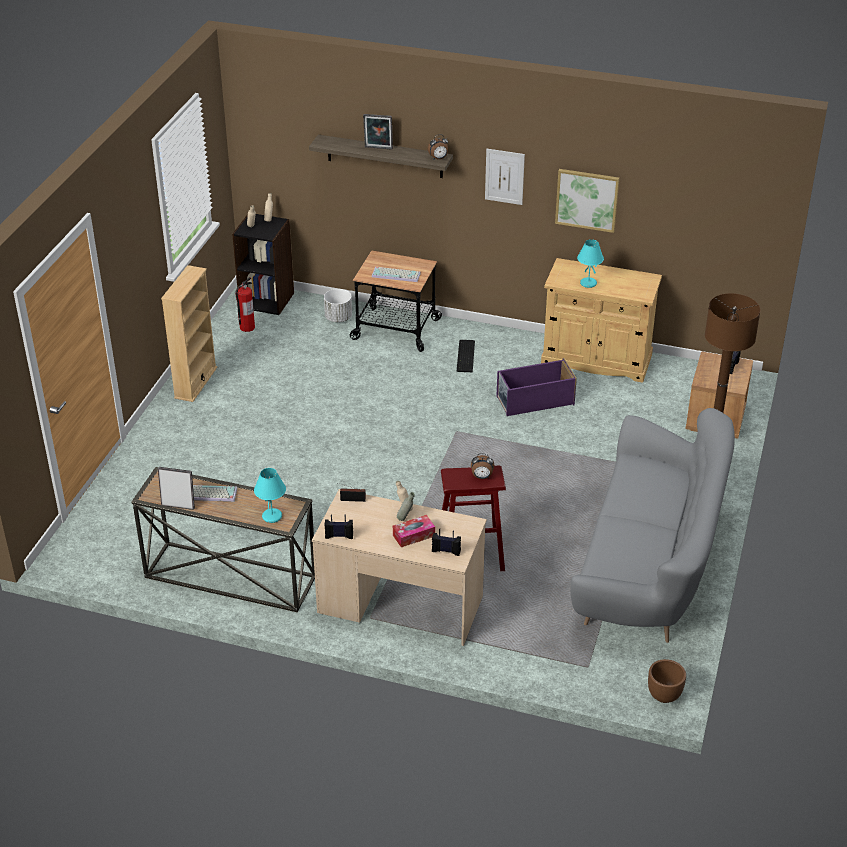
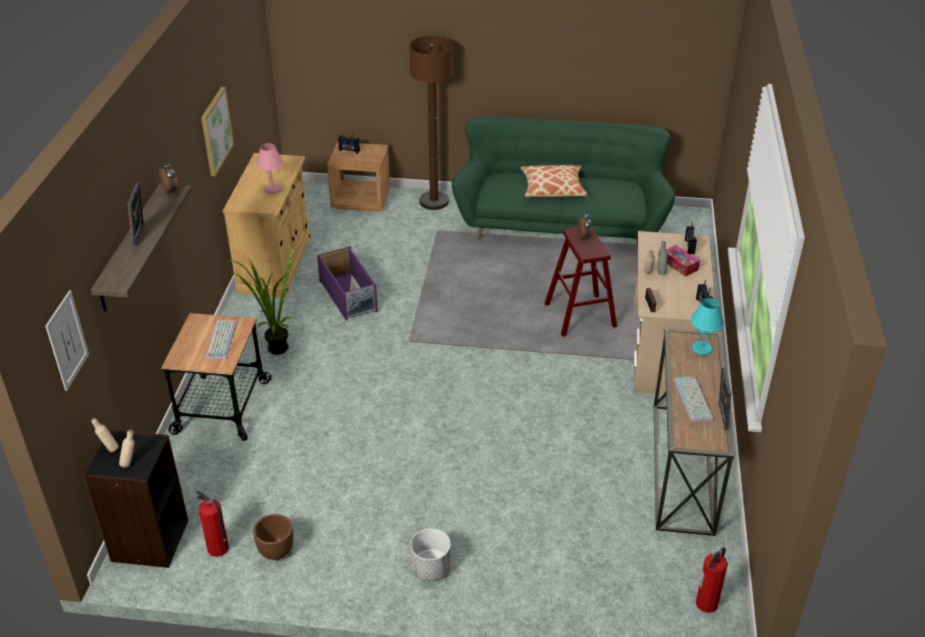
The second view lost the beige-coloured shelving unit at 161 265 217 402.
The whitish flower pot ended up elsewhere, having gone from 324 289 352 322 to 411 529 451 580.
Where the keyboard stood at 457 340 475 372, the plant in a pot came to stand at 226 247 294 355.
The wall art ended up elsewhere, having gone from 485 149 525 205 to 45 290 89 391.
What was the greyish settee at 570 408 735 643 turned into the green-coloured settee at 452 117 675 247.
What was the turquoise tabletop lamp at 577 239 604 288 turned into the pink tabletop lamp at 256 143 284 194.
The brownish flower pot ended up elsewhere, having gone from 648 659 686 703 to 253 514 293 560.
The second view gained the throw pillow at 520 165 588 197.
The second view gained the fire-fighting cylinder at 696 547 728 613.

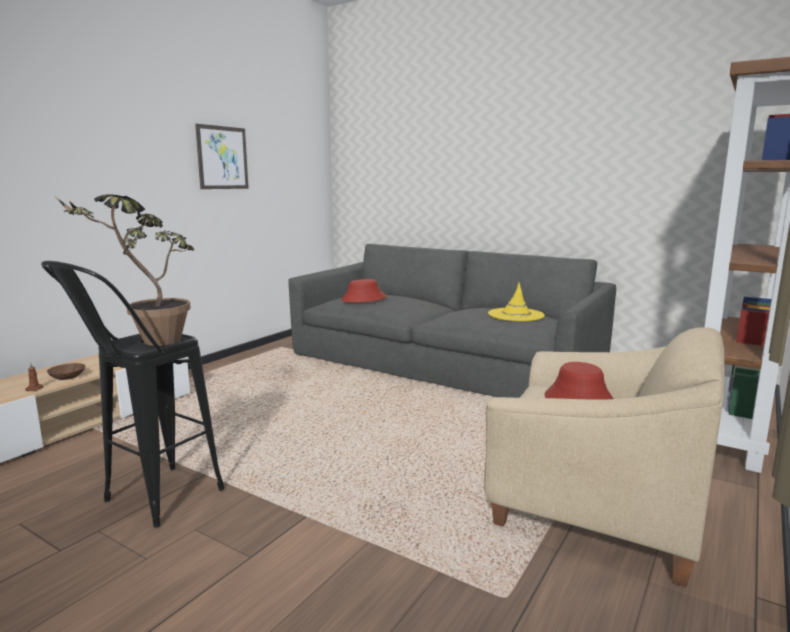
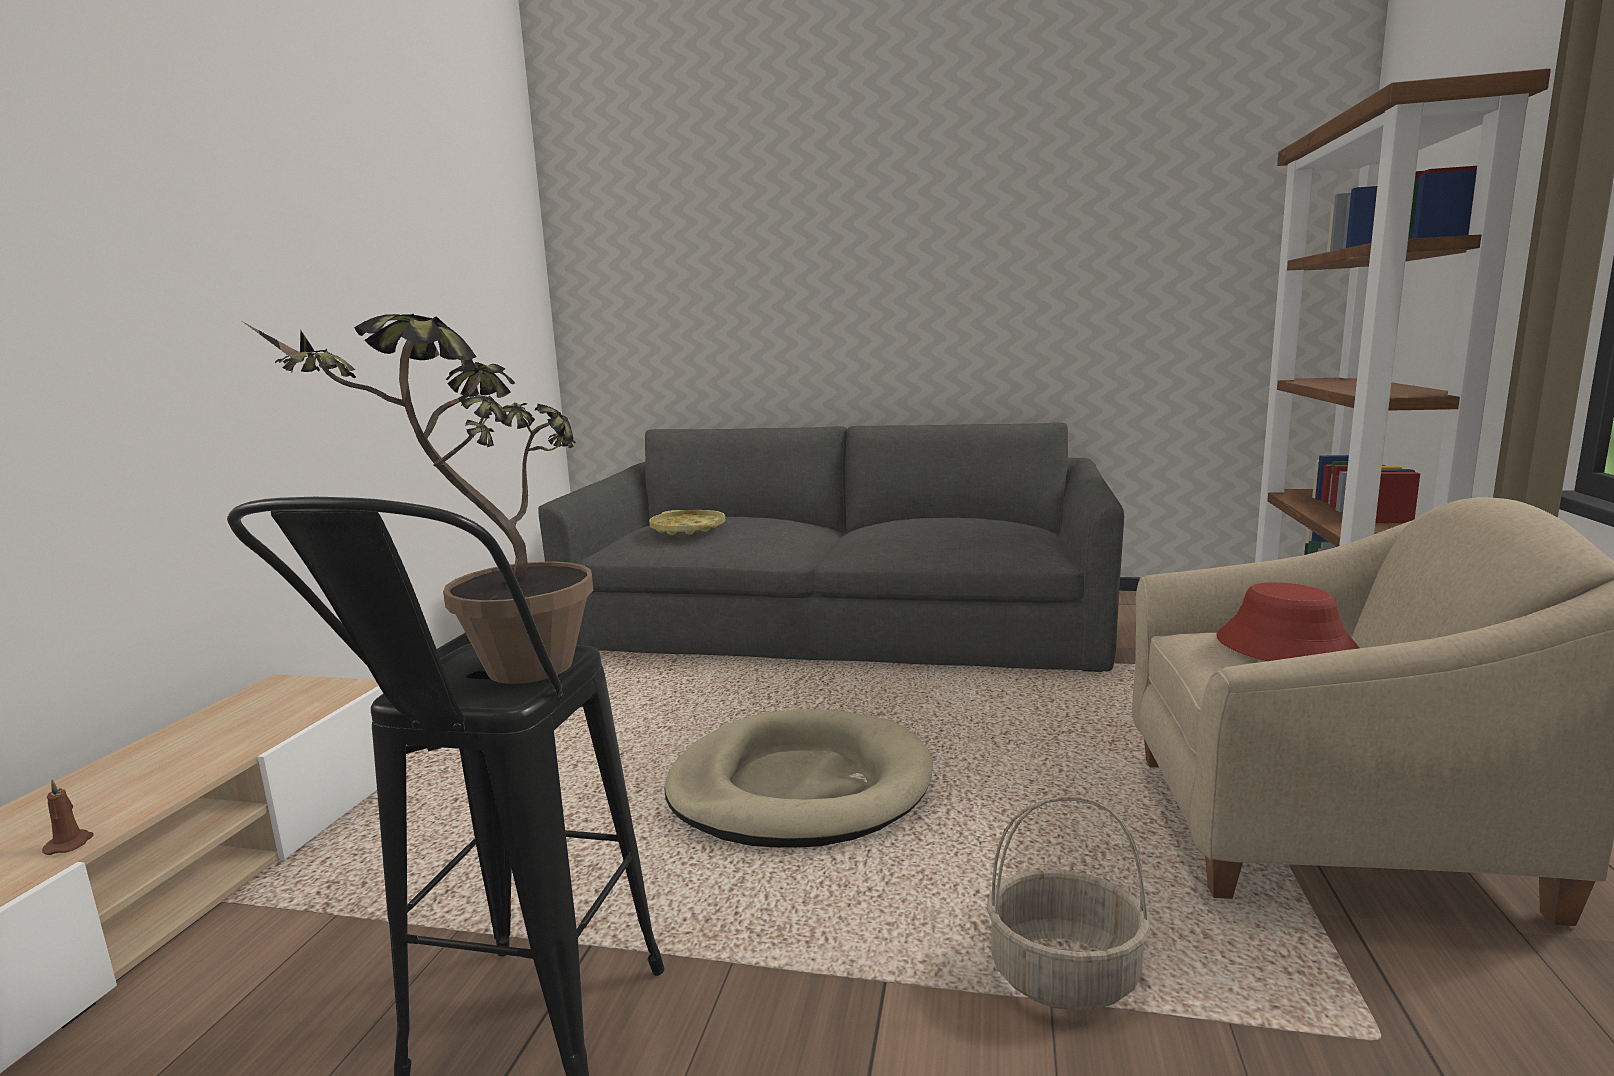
The second view lost the brownish deep dish at 47 363 86 380.
The second view lost the wall art at 195 124 249 189.
Where the reddish clothing hat stood at 341 279 387 302, the yellow-coloured serving tray came to stand at 649 510 725 535.
The second view lost the yellow-coloured clothing hat at 488 282 545 321.
The second view gained the beige-coloured pet bed at 665 709 932 848.
The second view gained the basket at 987 796 1150 1011.

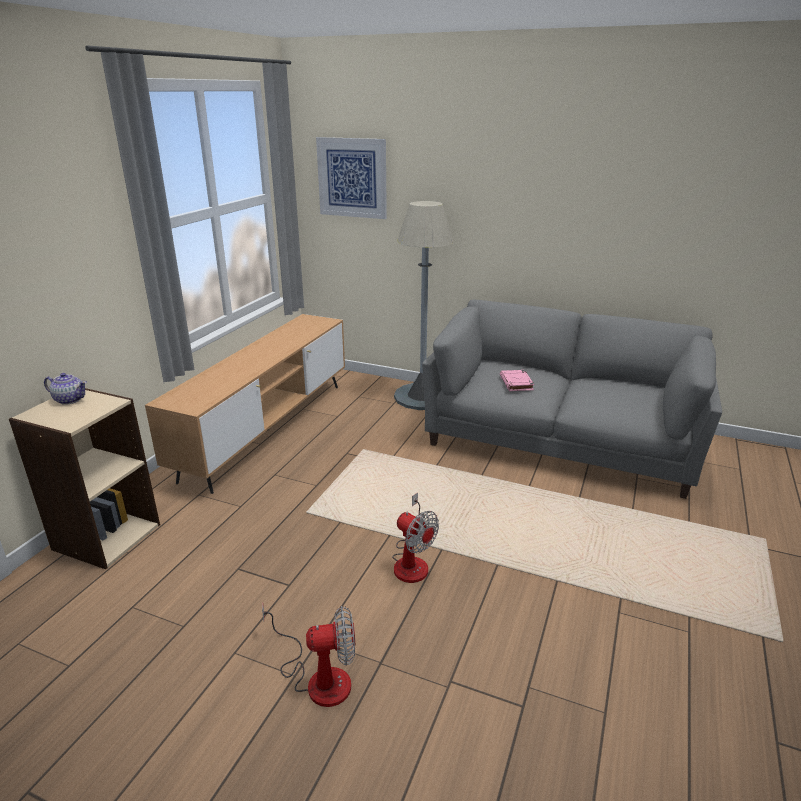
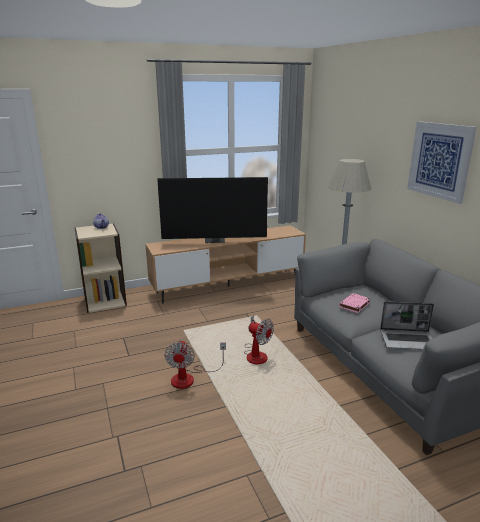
The cooling fan ended up elsewhere, having gone from 262 602 355 707 to 244 315 274 364.
The wall art ended up elsewhere, having gone from 316 137 387 219 to 407 121 477 204.
The second view gained the television at 157 177 268 243.
The second view gained the portable computer at 380 301 434 350.

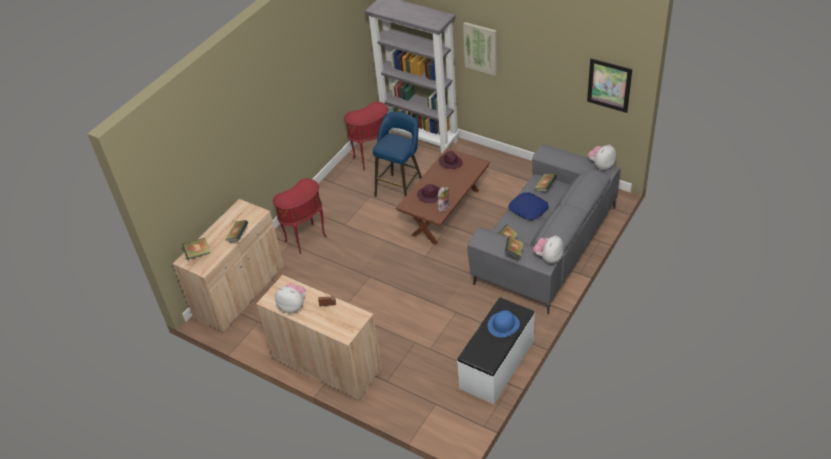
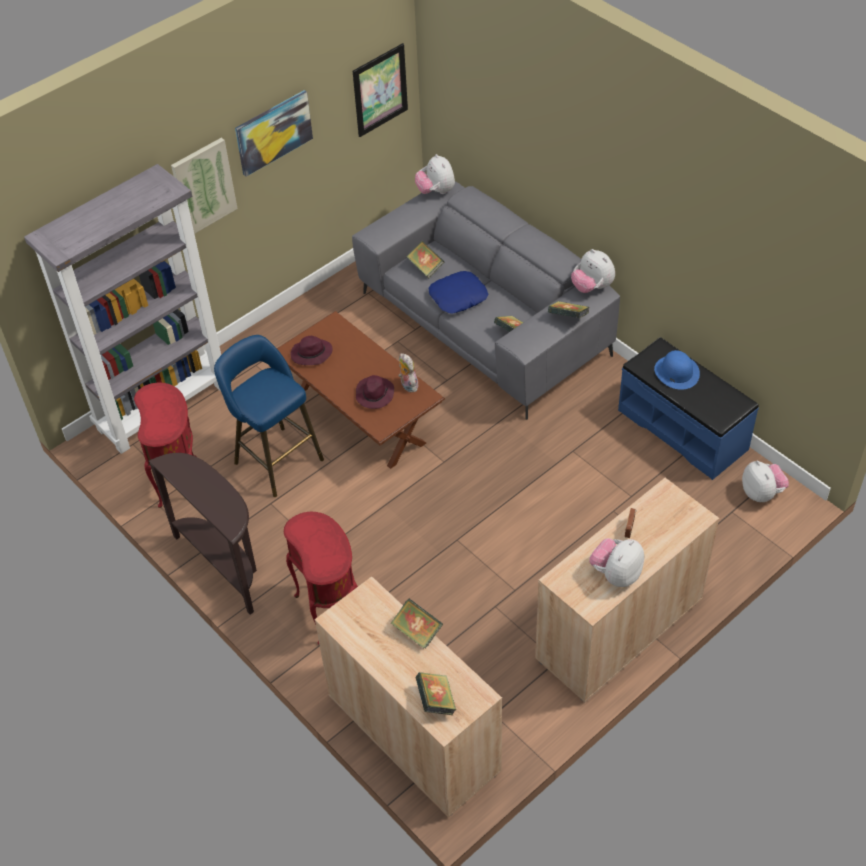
What was the whitish bench at 457 297 535 404 turned into the bluish bench at 618 337 759 480.
The second view gained the brownish console table at 148 453 257 615.
The second view gained the wall art at 235 90 313 177.
The second view gained the plush toy at 742 461 789 502.

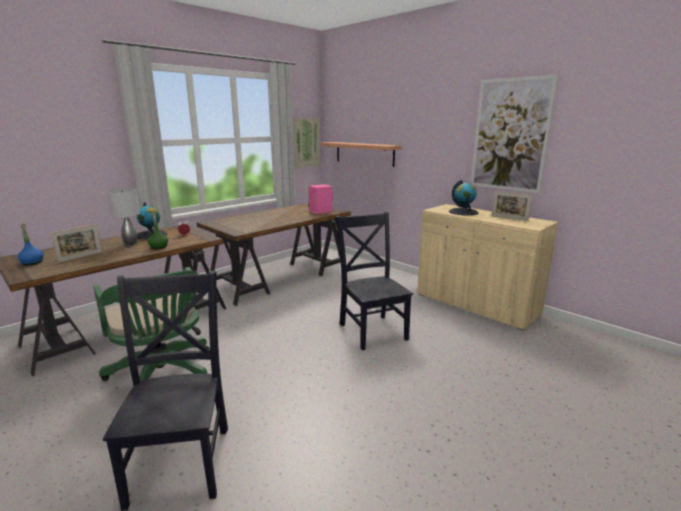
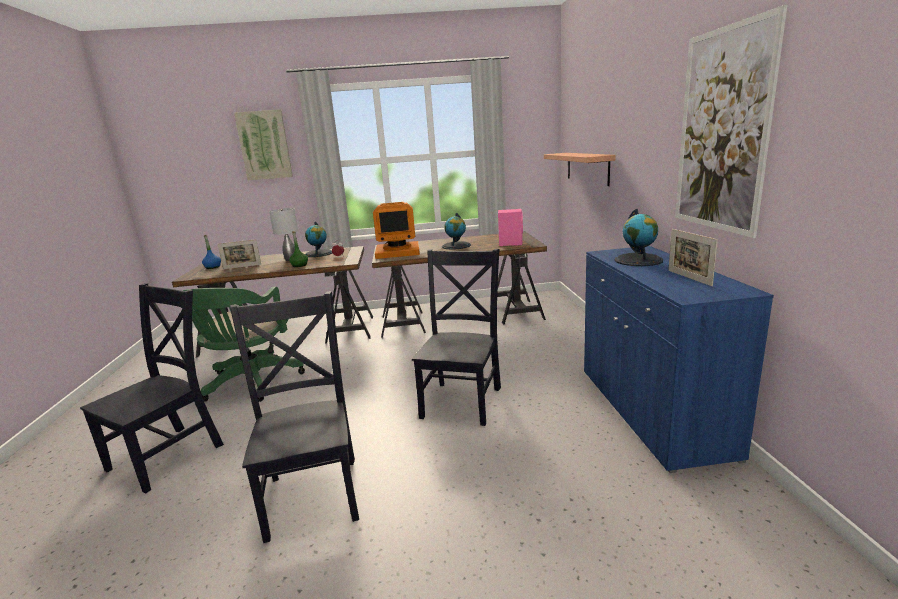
The wall art ended up elsewhere, having gone from 293 118 320 168 to 234 109 293 180.
What was the beige-coloured cabinet at 417 204 558 331 turned into the bluish cabinet at 584 246 774 473.
The second view gained the black chair at 230 291 359 543.
The second view gained the computer screen at 373 202 420 259.
The second view gained the globe at 442 213 471 249.

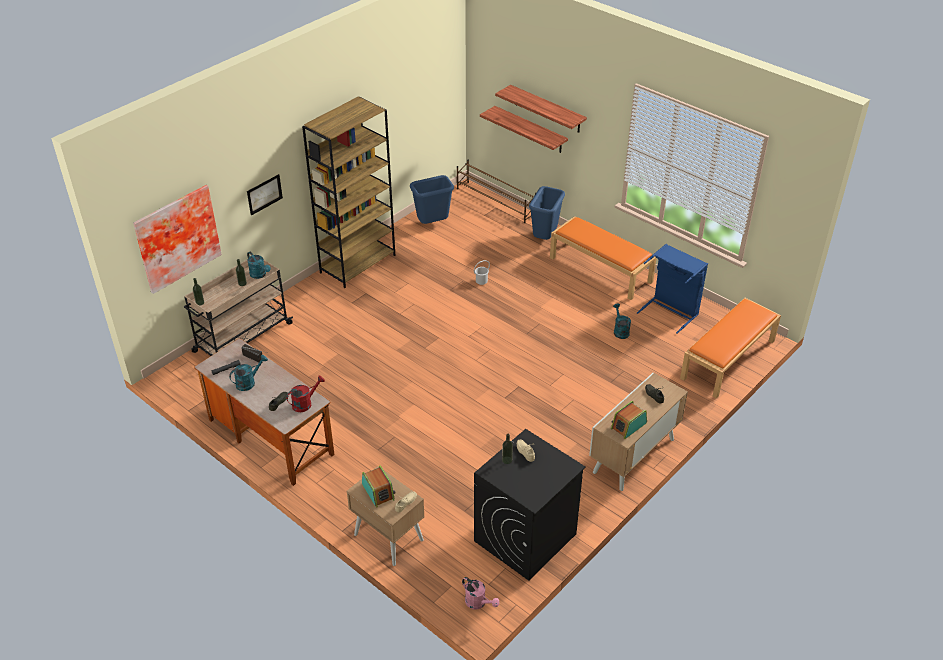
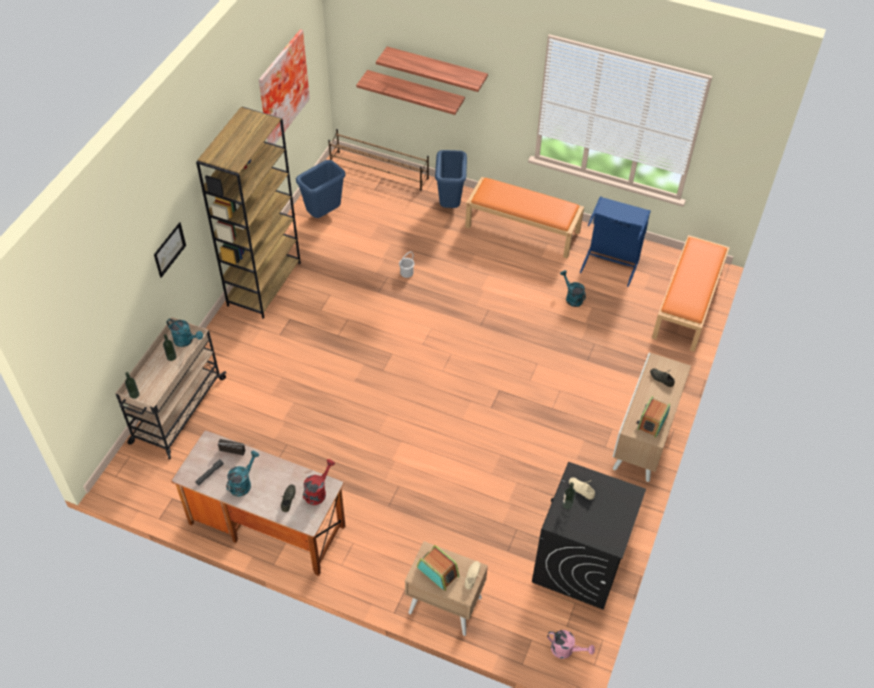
The wall art ended up elsewhere, having gone from 133 185 222 294 to 259 29 310 144.

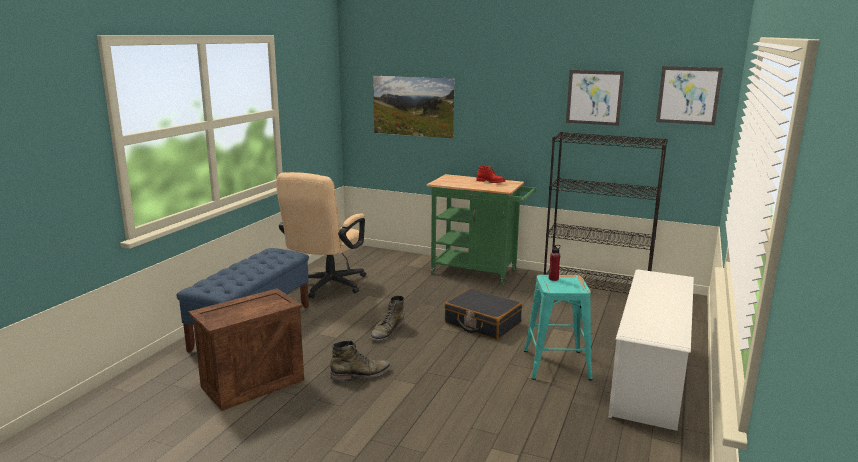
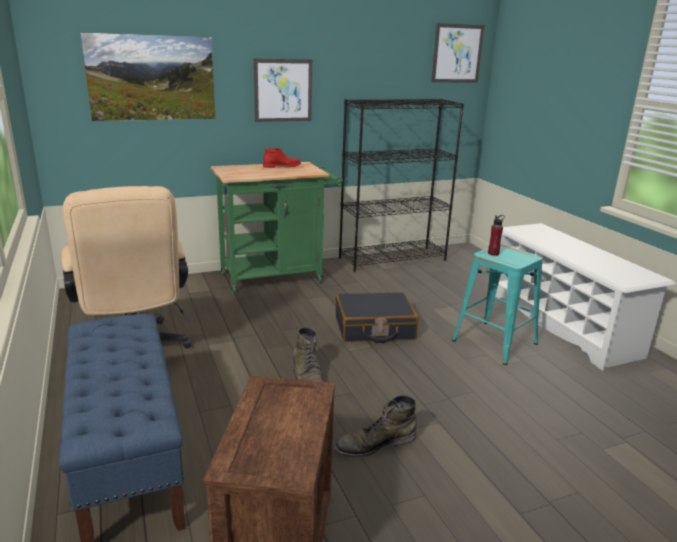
The green-coloured boot at 330 340 391 381 ended up facing another way, 135 degrees counterclockwise from before.
The wall art ended up elsewhere, having gone from 566 70 624 126 to 253 58 312 122.

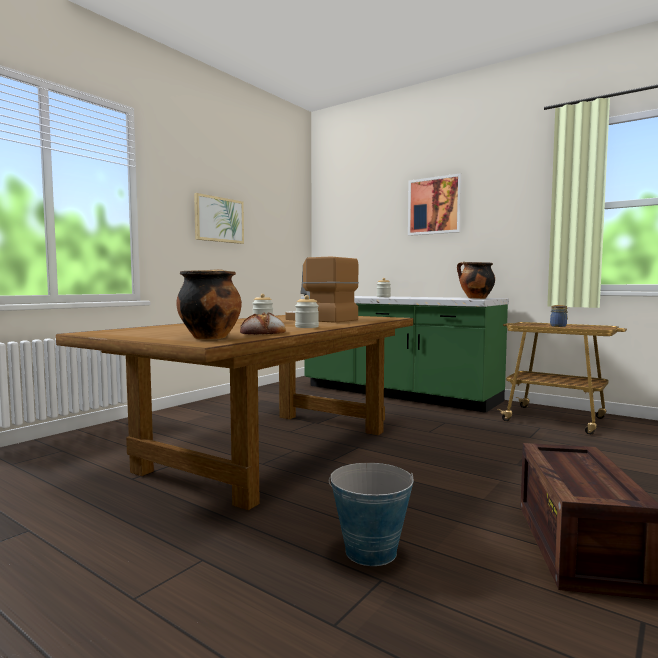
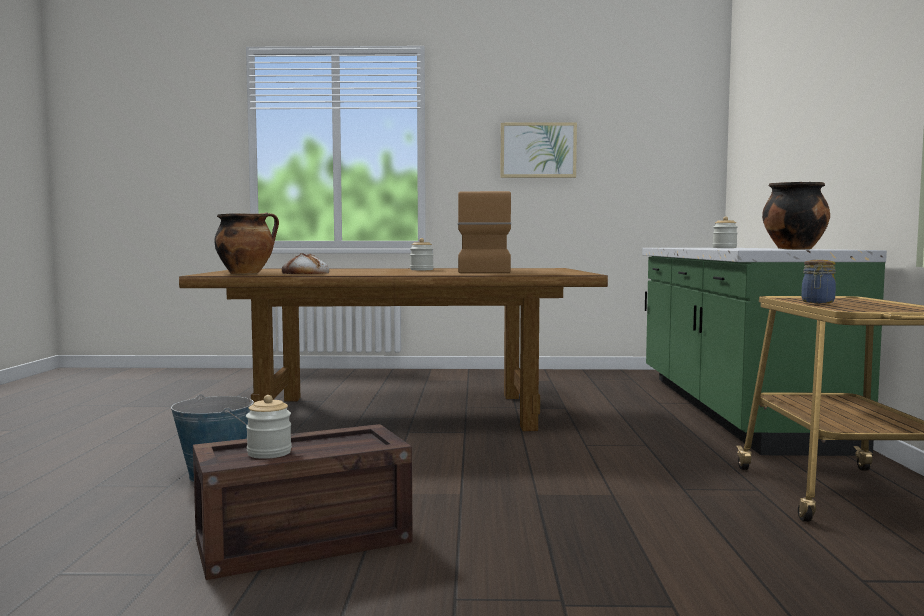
The jar ended up elsewhere, having gone from 295 295 319 328 to 246 395 292 459.
The second view lost the wall art at 408 173 462 236.

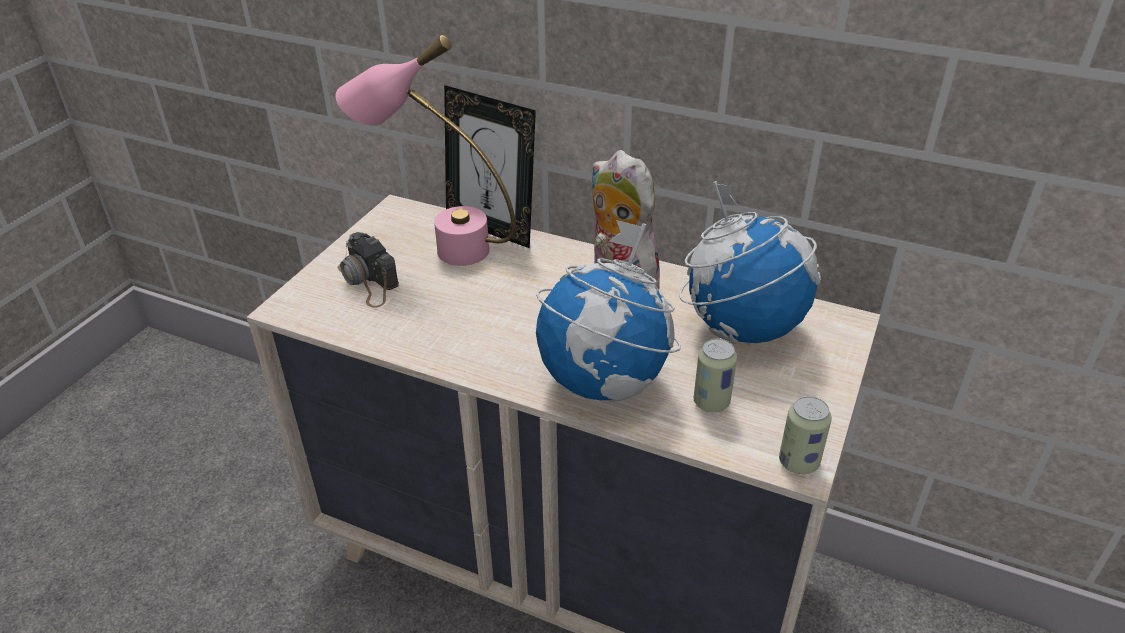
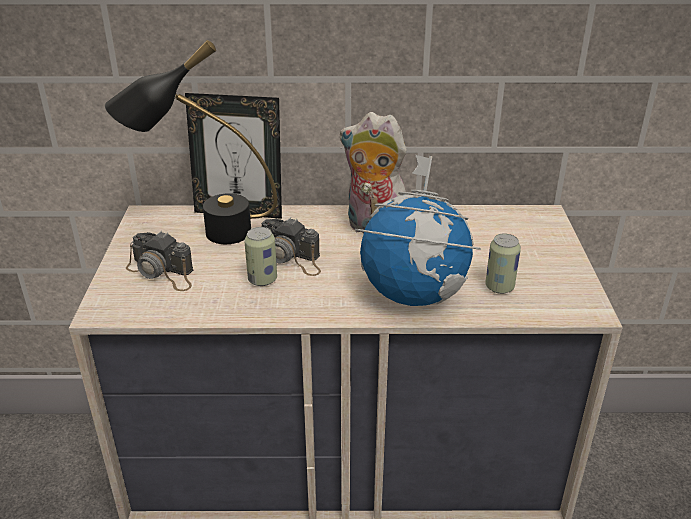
What was the pink tabletop lamp at 336 35 516 266 turned into the black tabletop lamp at 105 40 277 244.
The second view lost the globe at 679 181 821 345.
The can ended up elsewhere, having gone from 779 396 832 474 to 244 227 277 286.
The second view gained the photo camera at 262 217 321 276.

